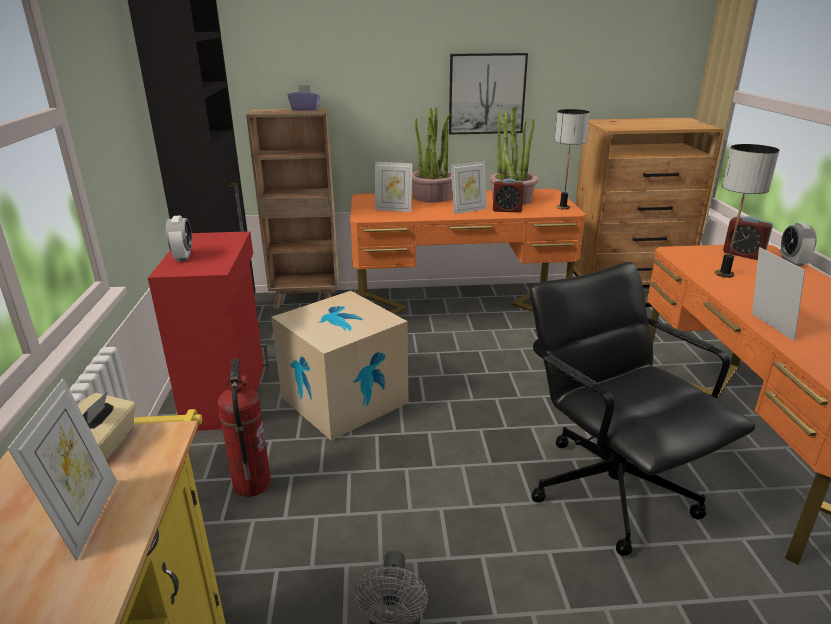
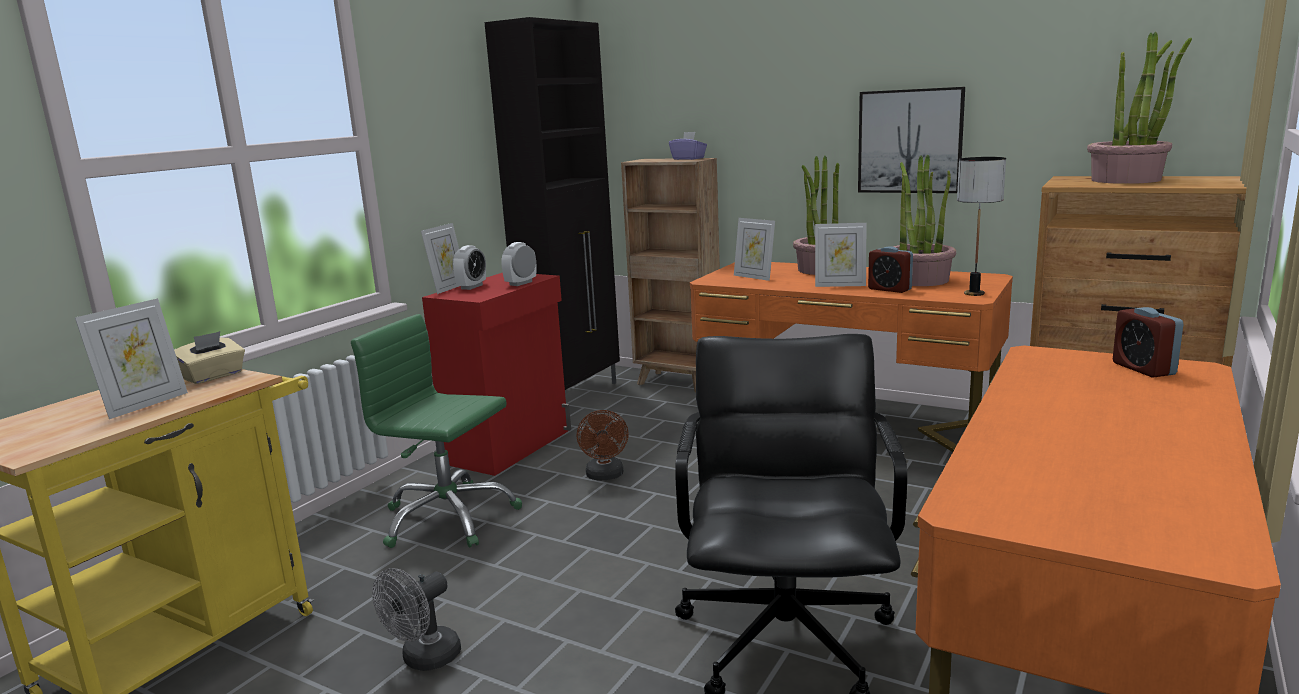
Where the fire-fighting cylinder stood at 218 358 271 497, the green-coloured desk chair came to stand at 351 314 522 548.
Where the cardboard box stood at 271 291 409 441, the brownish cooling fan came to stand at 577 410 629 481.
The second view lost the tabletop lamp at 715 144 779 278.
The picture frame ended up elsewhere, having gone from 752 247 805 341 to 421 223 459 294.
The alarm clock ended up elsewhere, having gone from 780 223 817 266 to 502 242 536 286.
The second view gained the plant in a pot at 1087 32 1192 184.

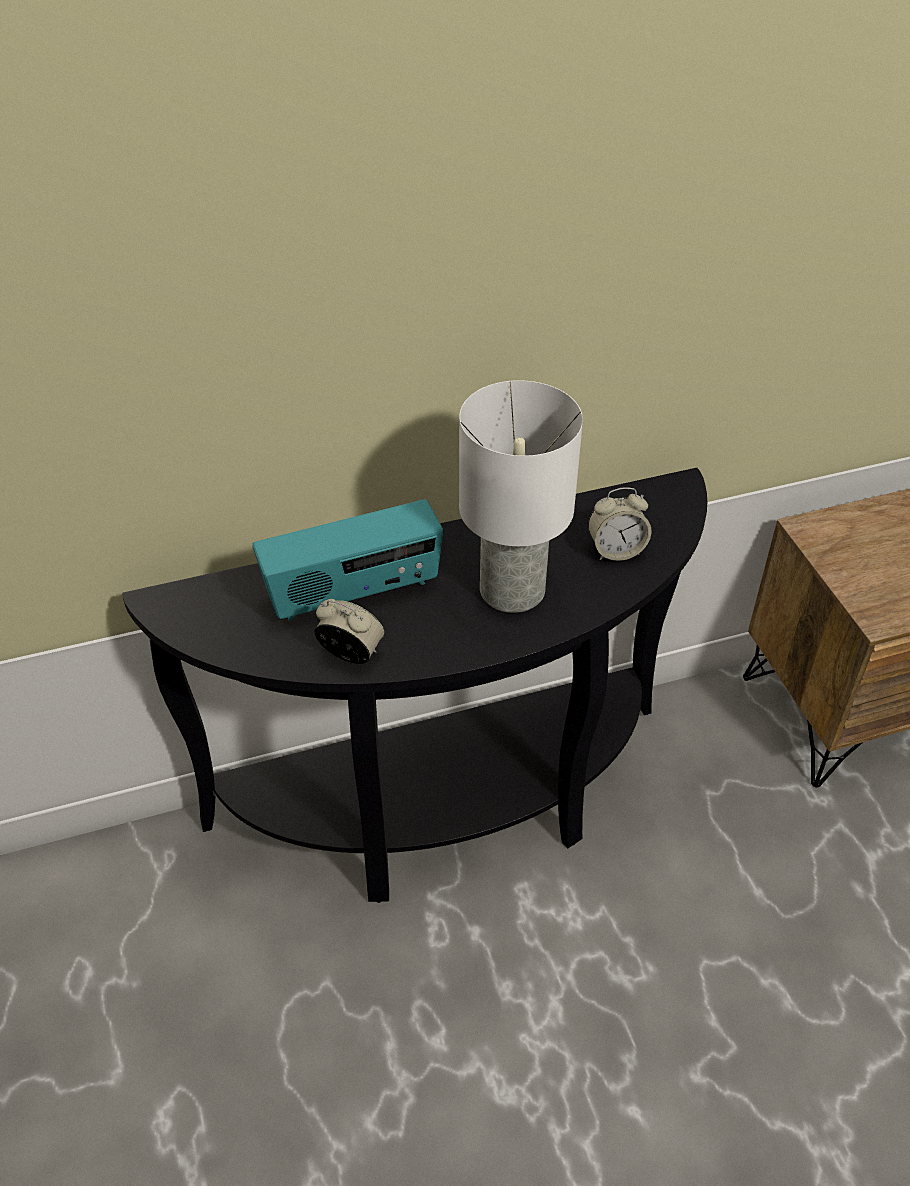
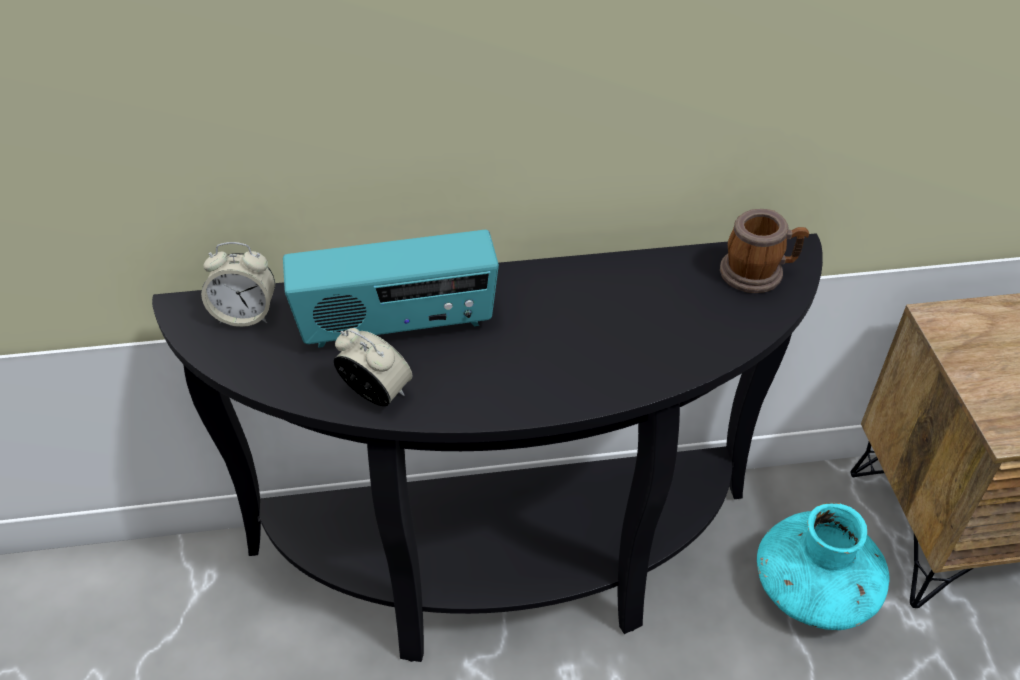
The second view lost the whitish tabletop lamp at 459 380 583 613.
The alarm clock ended up elsewhere, having gone from 588 487 651 561 to 201 242 275 327.
The second view gained the mug at 720 209 809 293.
The second view gained the turquoise vase at 757 503 889 630.

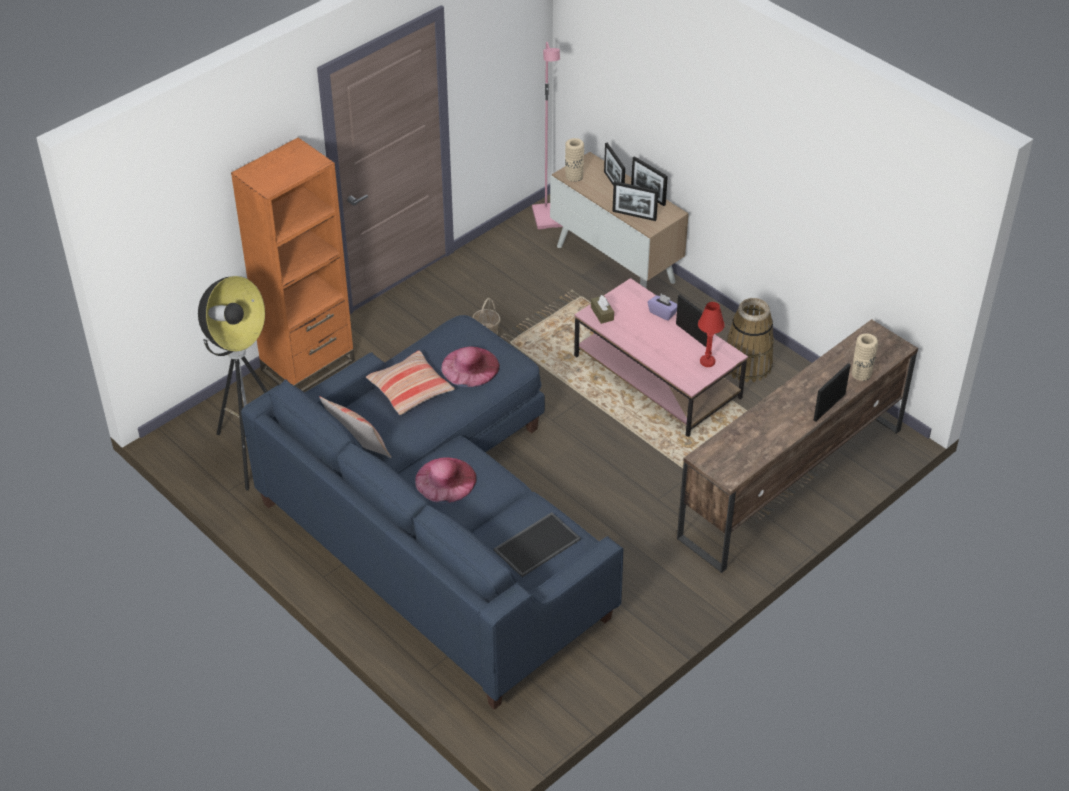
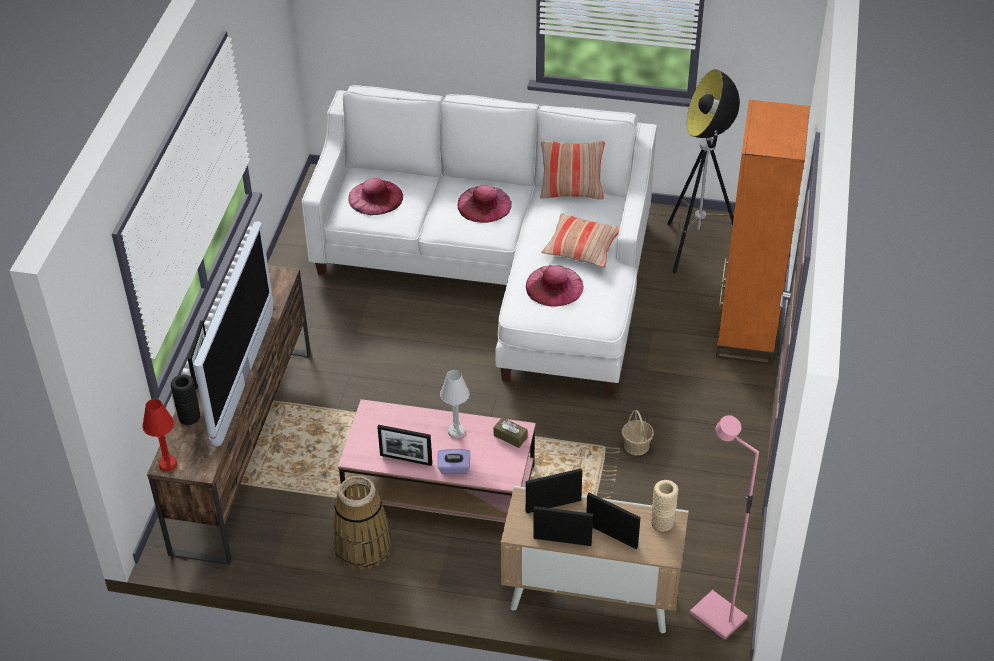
What was the bluish settee at 241 315 623 710 turned into the whitish settee at 302 85 657 395.
Where the serving tray stood at 494 512 581 577, the pink clothing hat came to stand at 348 178 403 215.
The reddish tabletop lamp ended up elsewhere, having gone from 698 302 725 367 to 142 399 177 471.
What was the beige-coloured vase at 852 333 878 381 turned into the black vase at 171 374 200 425.
The second view gained the television at 194 221 273 447.
The second view gained the whitish tabletop lamp at 440 370 470 438.

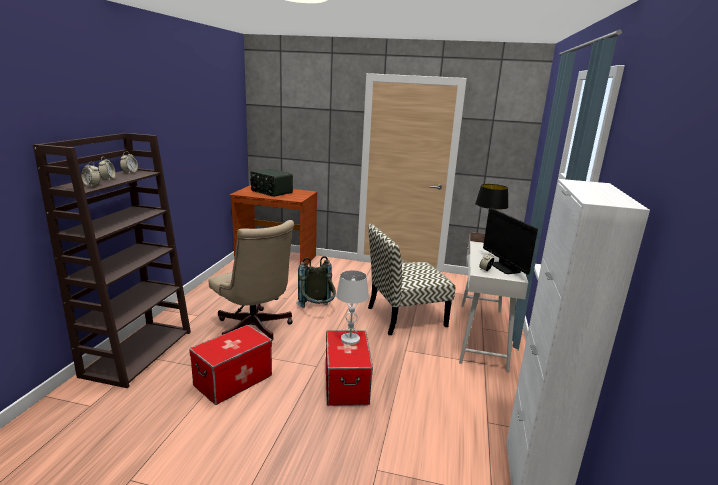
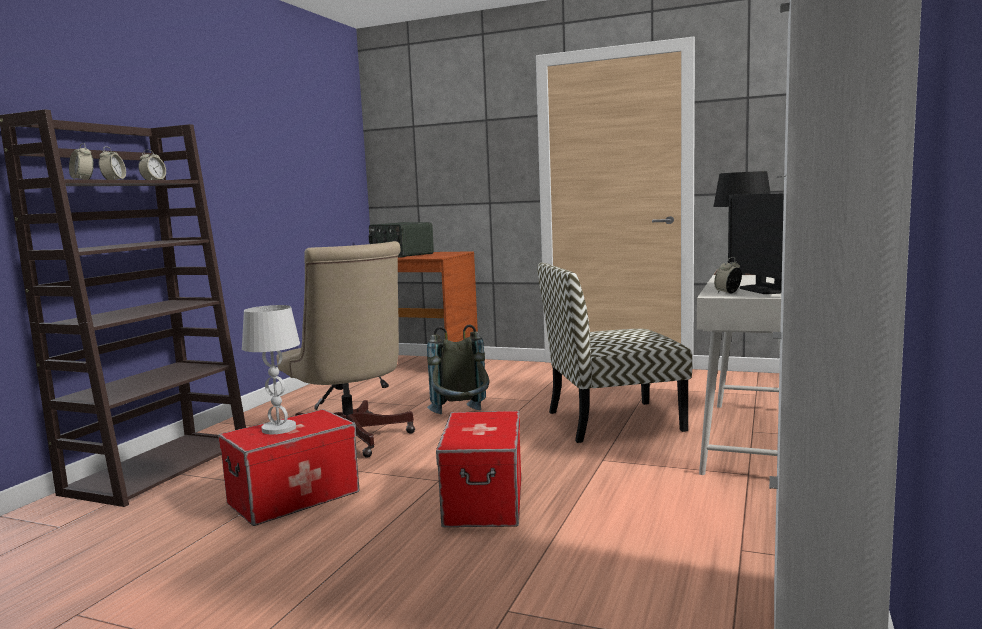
The whitish tabletop lamp ended up elsewhere, having gone from 336 270 369 345 to 242 305 300 434.

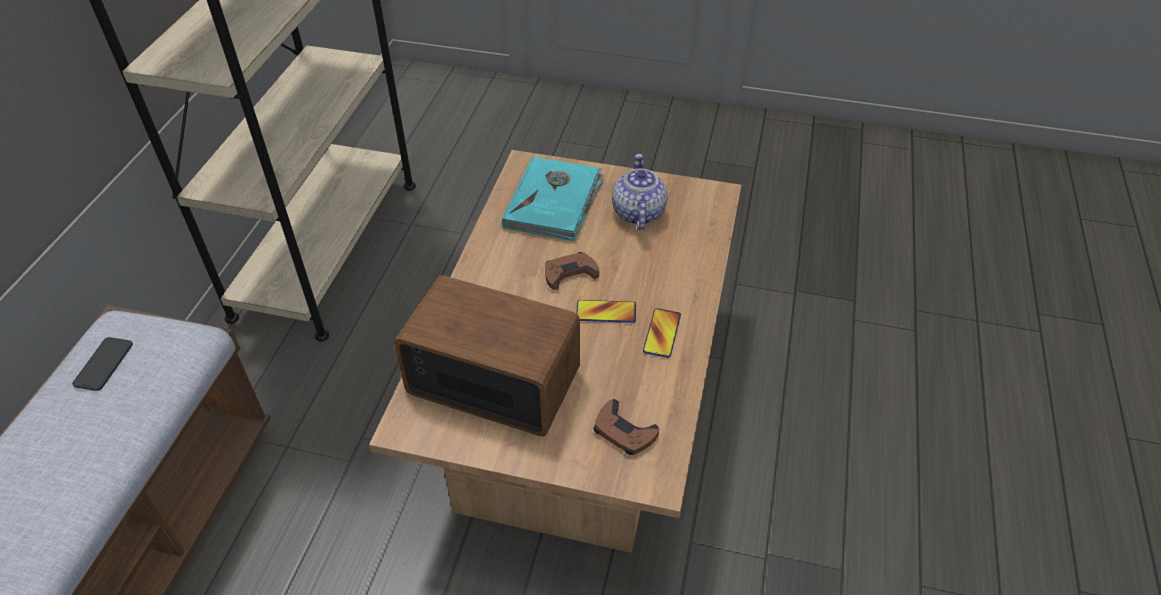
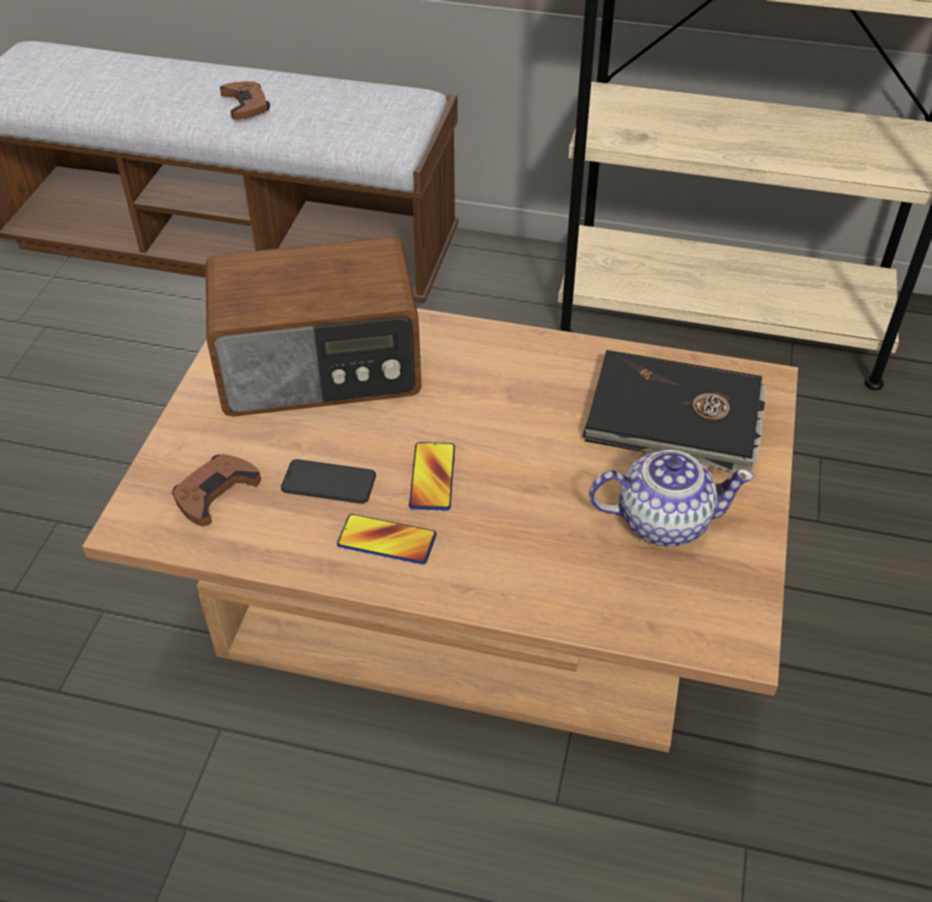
The telephone ended up elsewhere, having gone from 72 337 133 391 to 281 459 376 504.
The radio at 394 275 580 436 ended up facing another way, 60 degrees clockwise from before.
What was the turquoise volume at 502 157 605 241 turned into the black volume at 582 350 766 473.
The brownish joypad ended up elsewhere, having gone from 545 252 599 290 to 220 81 270 120.

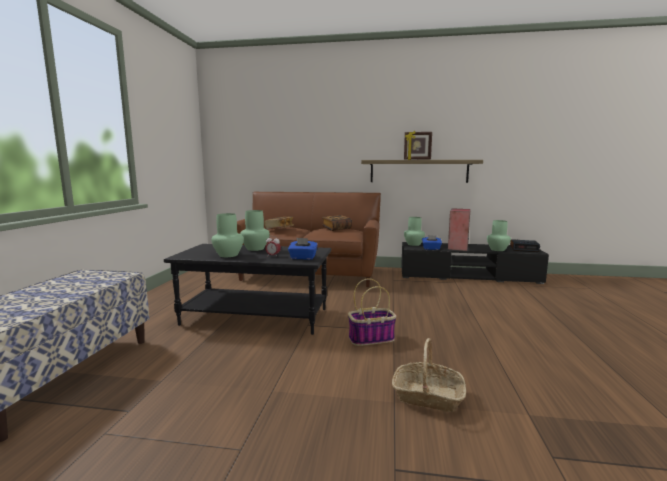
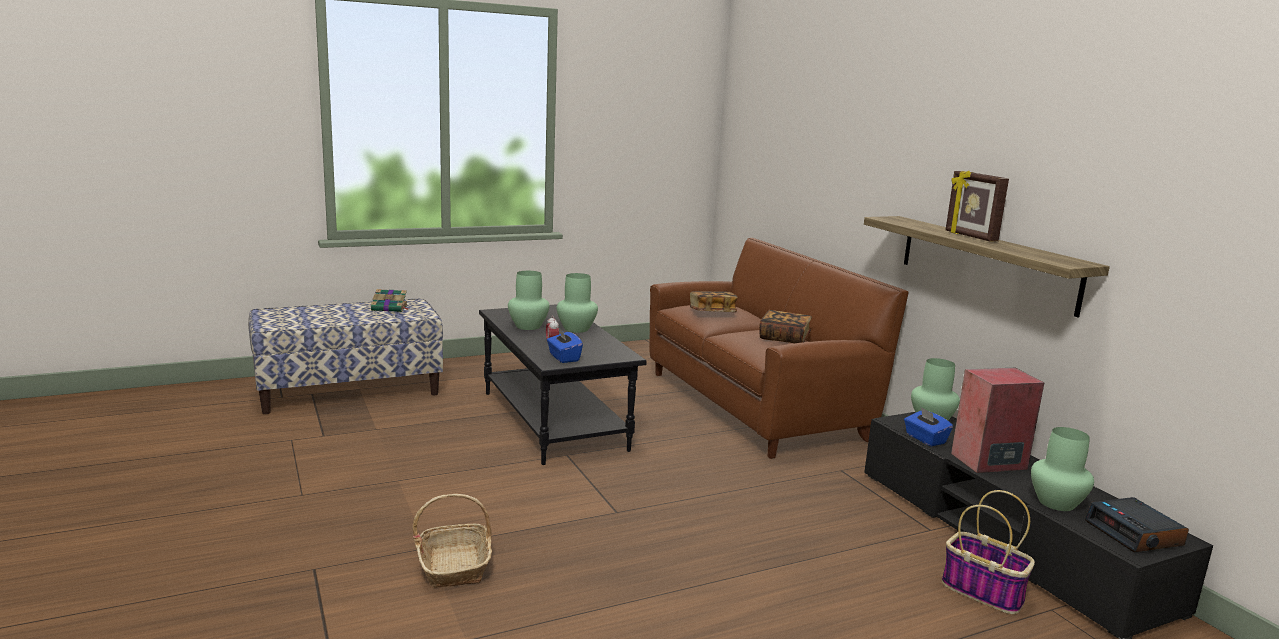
The basket ended up elsewhere, having gone from 348 278 396 346 to 942 490 1035 615.
The second view gained the volume at 371 289 410 312.

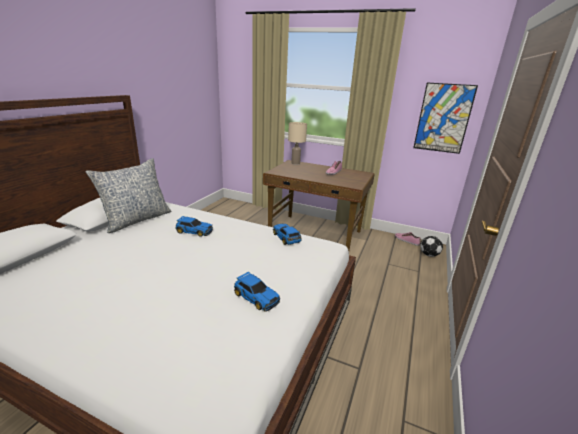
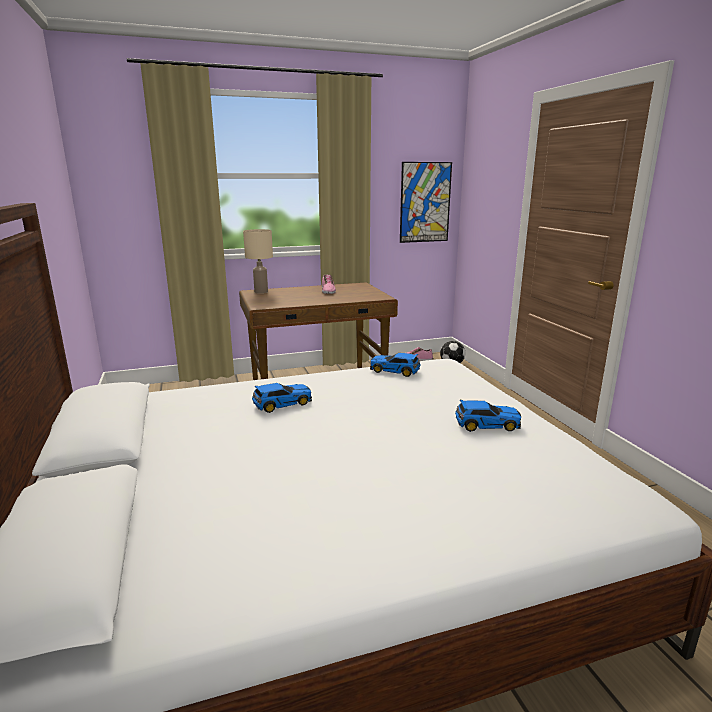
The second view lost the throw pillow at 85 158 171 233.

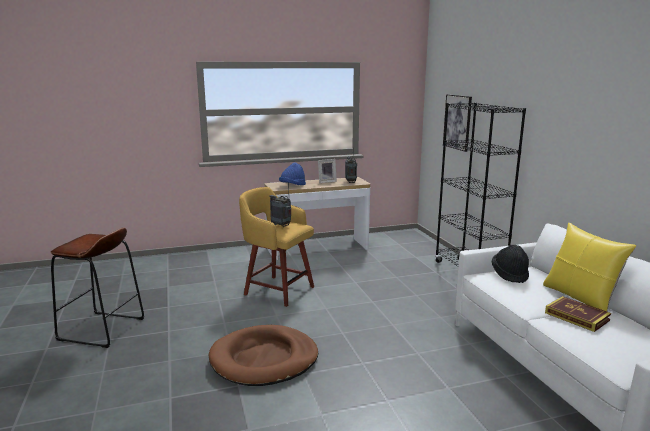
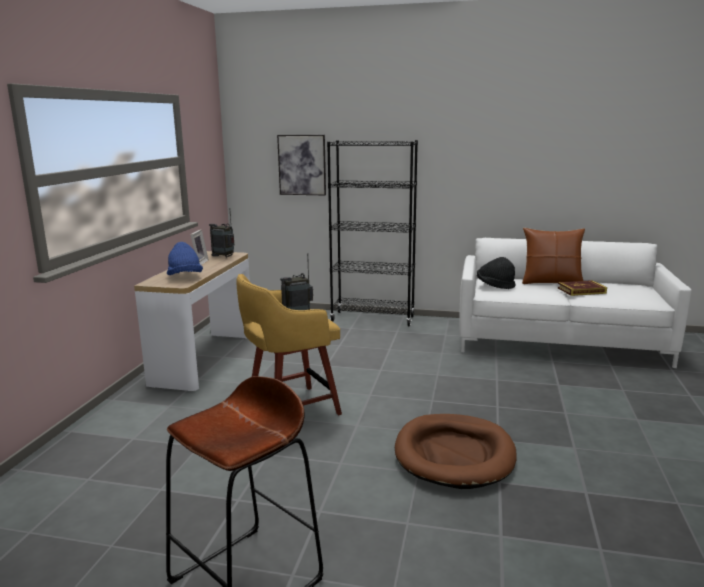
What was the yellow-coloured throw pillow at 543 223 636 311 turned into the brownish throw pillow at 522 228 585 284.

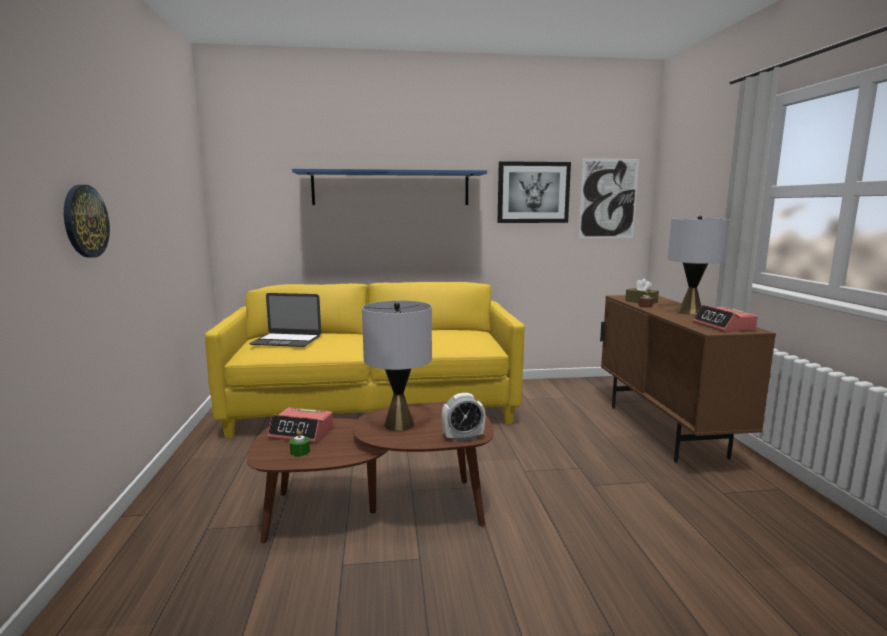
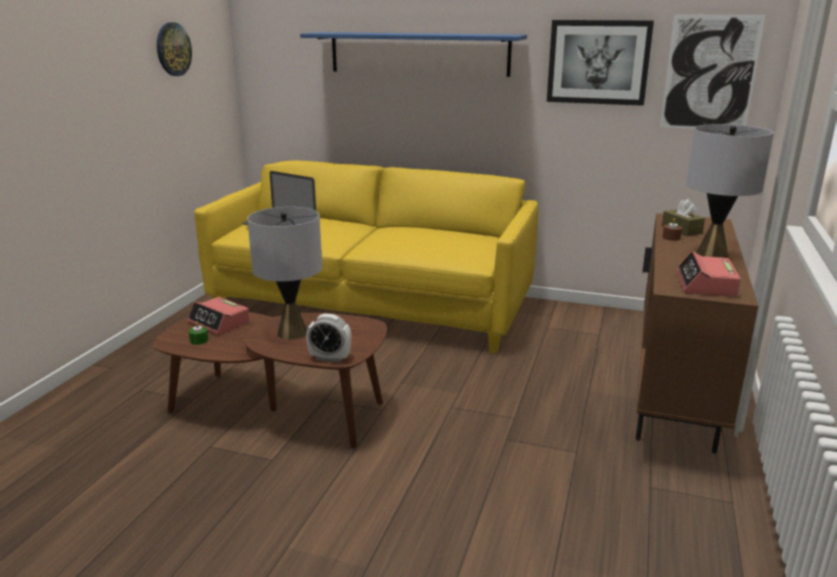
The clock on the wall ended up elsewhere, having gone from 64 185 110 258 to 157 22 192 76.

